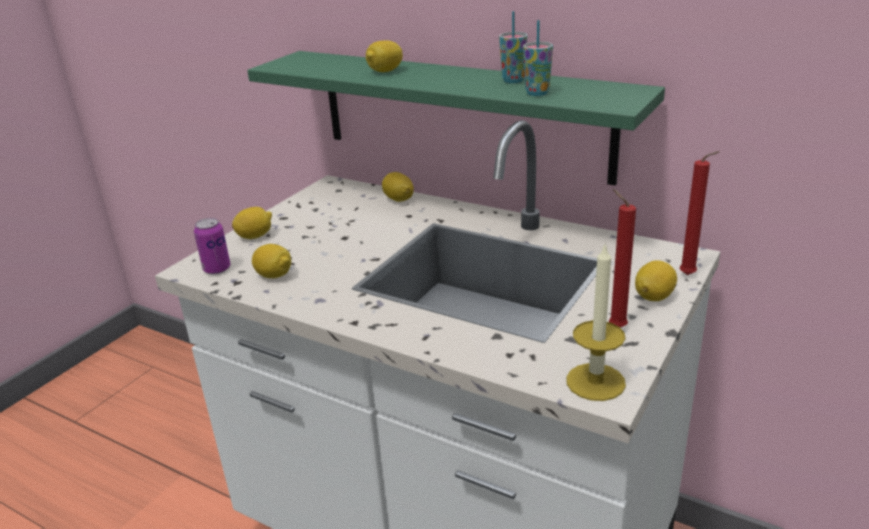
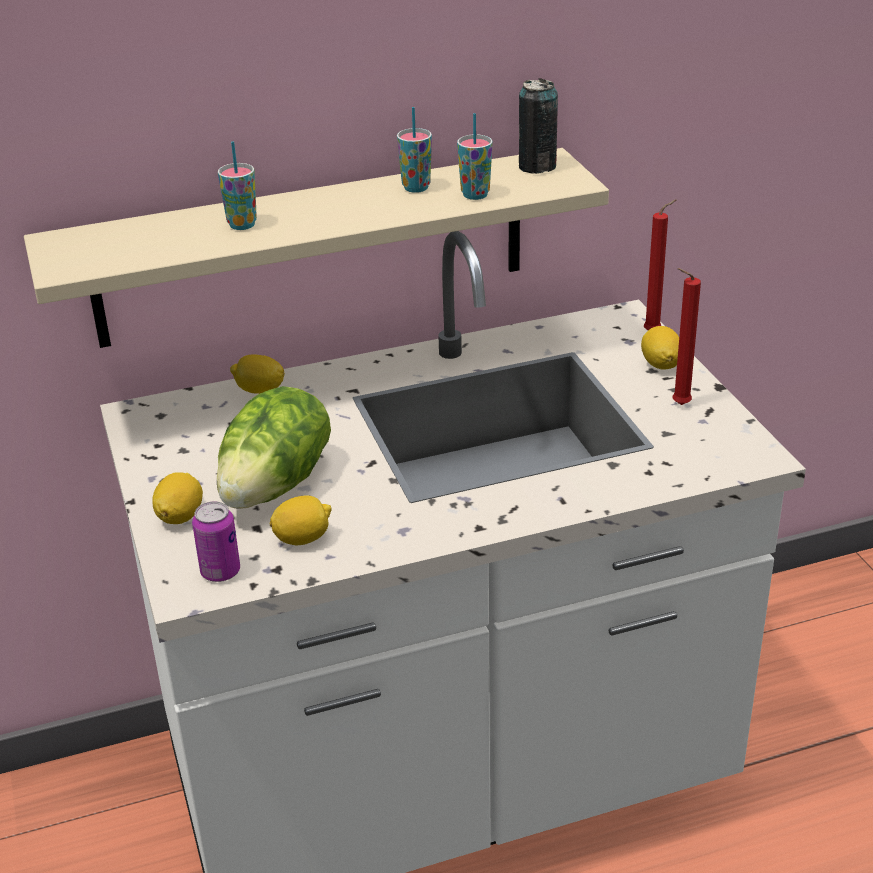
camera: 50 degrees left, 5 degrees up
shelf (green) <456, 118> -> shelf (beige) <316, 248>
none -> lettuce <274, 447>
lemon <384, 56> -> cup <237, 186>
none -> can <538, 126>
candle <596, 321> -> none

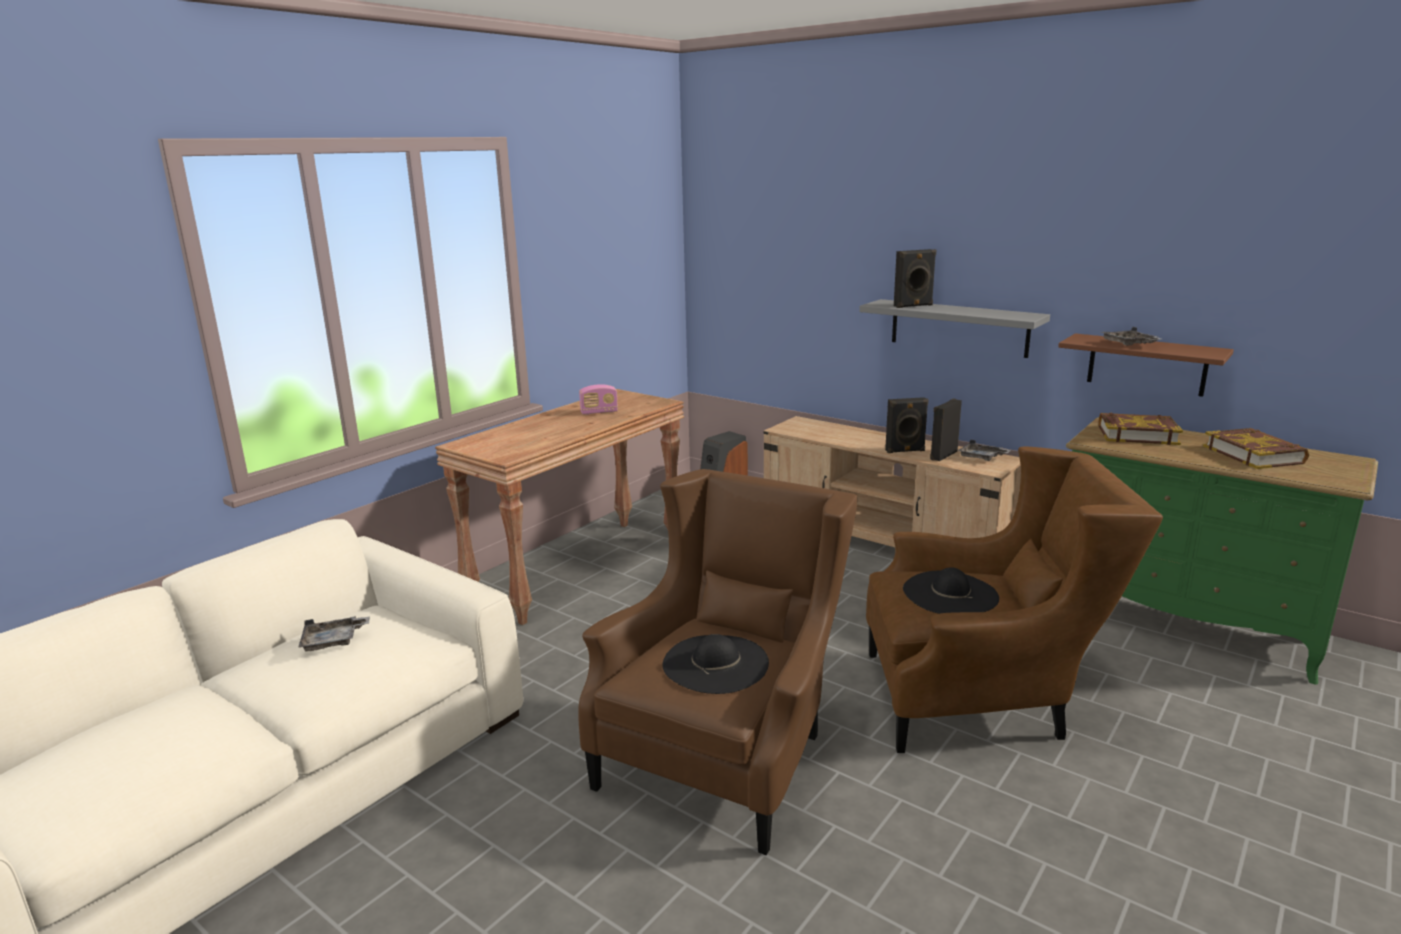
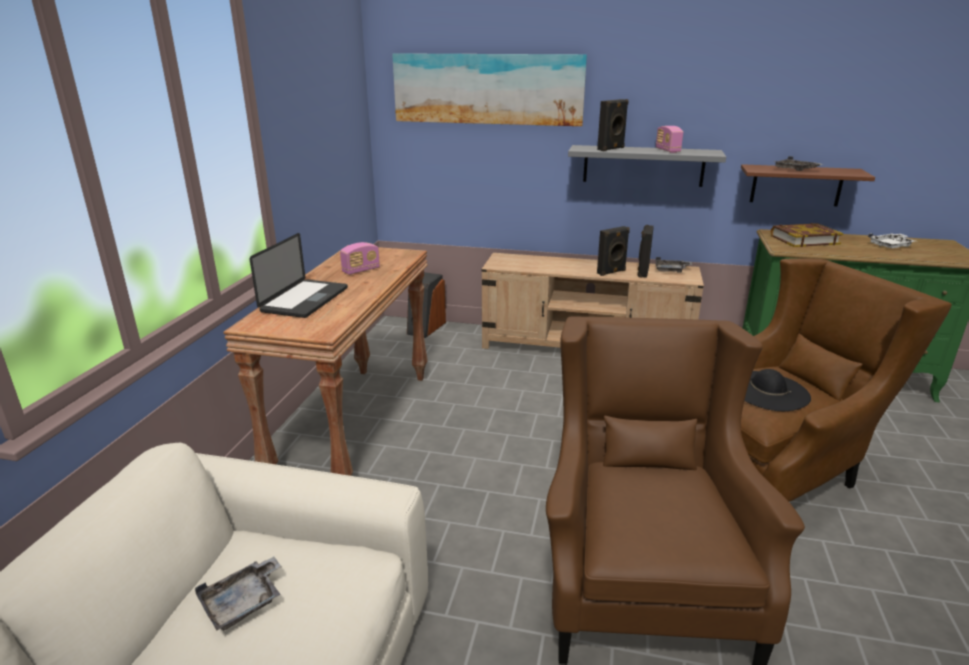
camera: 25 degrees left, 5 degrees up
none -> laptop <299, 275>
none -> picture <489, 89>
none -> radio <669, 139>
book <1256, 448> -> tray (white) <891, 240>
hat (black) <715, 664> -> none

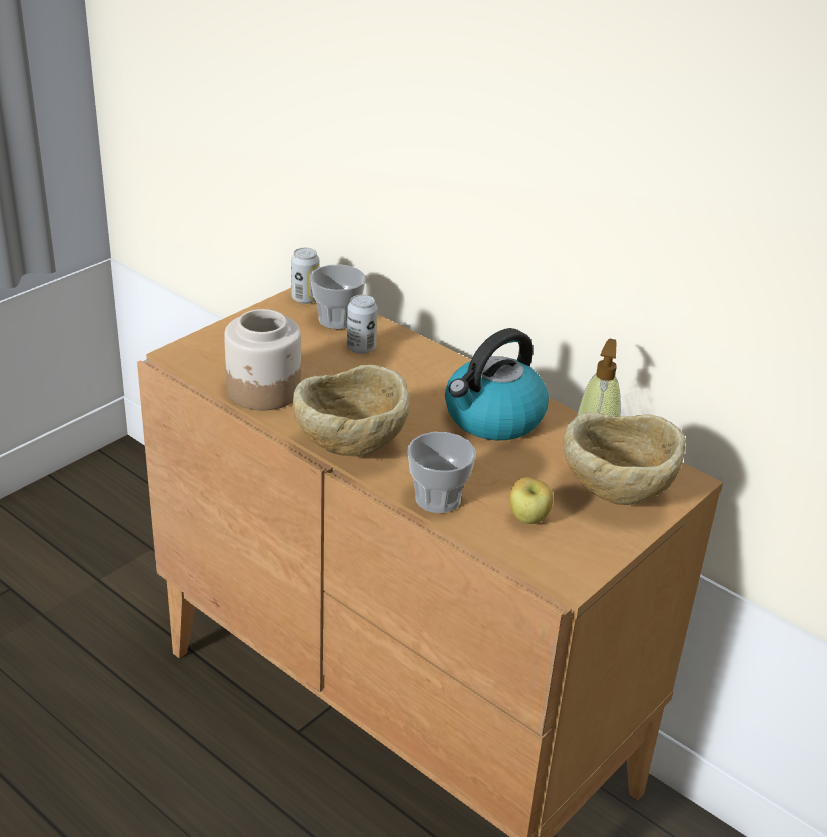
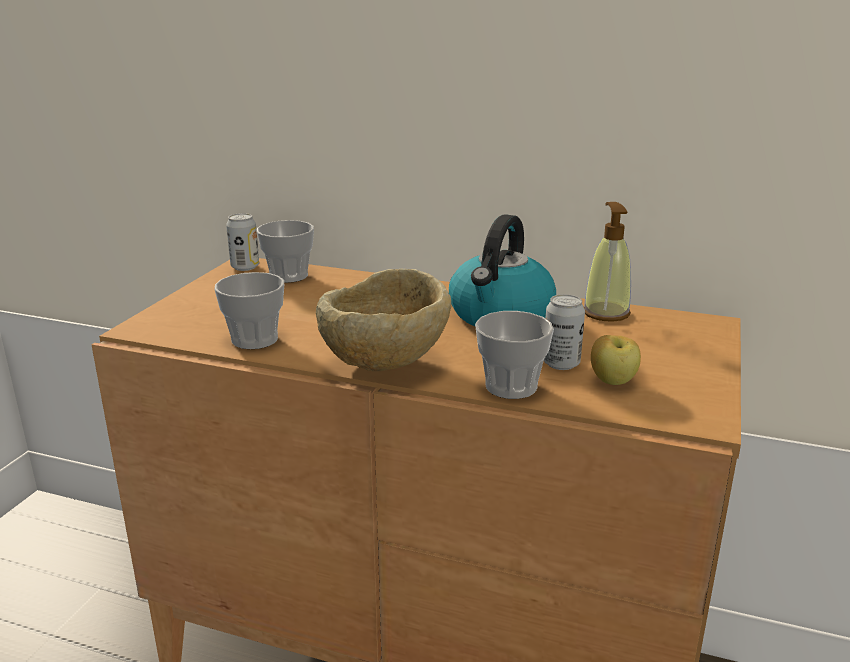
camera: 20 degrees left, 10 degrees down
jar <262, 359> -> cup <249, 310>
can <362, 324> -> can <564, 332>, move
bowl (beige) <624, 458> -> none

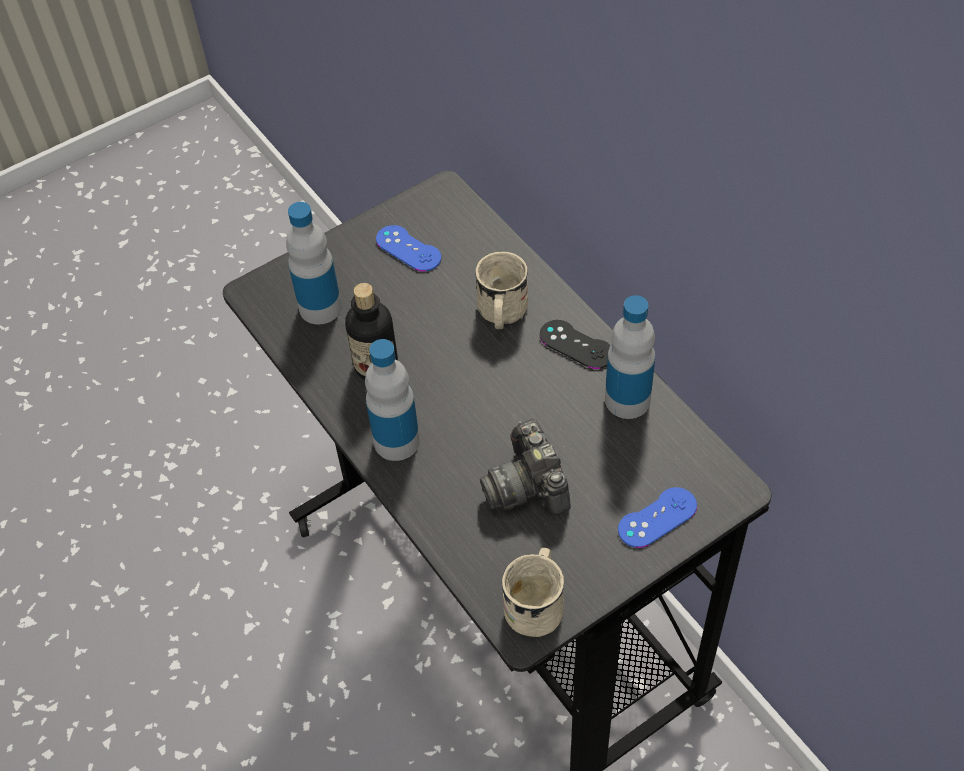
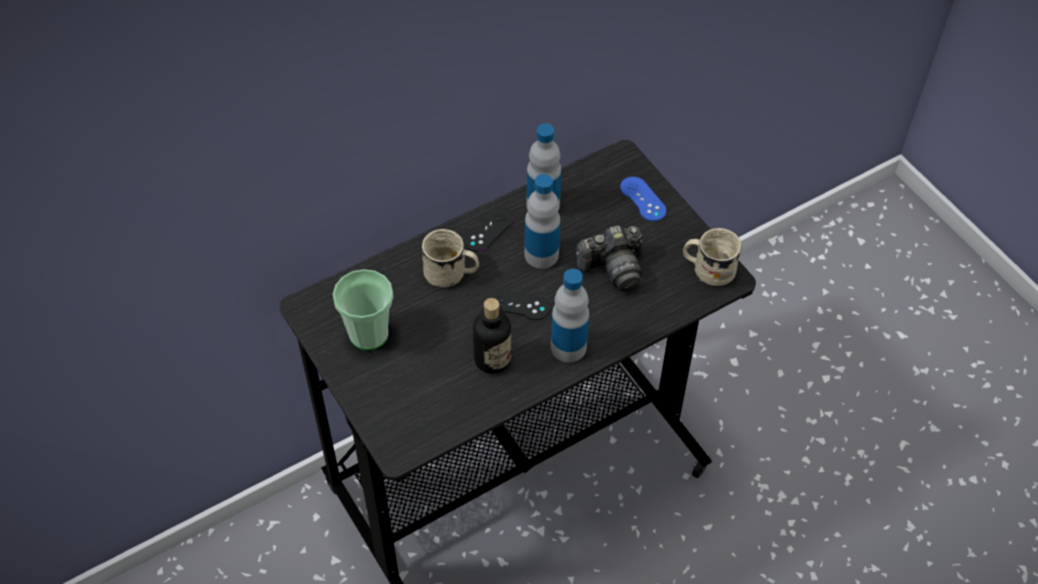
camera: 90 degrees left, 0 degrees up
game controller (blue) <408, 248> -> cup <363, 310>
none -> game controller (black) <518, 304>
bottle <314, 263> -> bottle <542, 221>, move

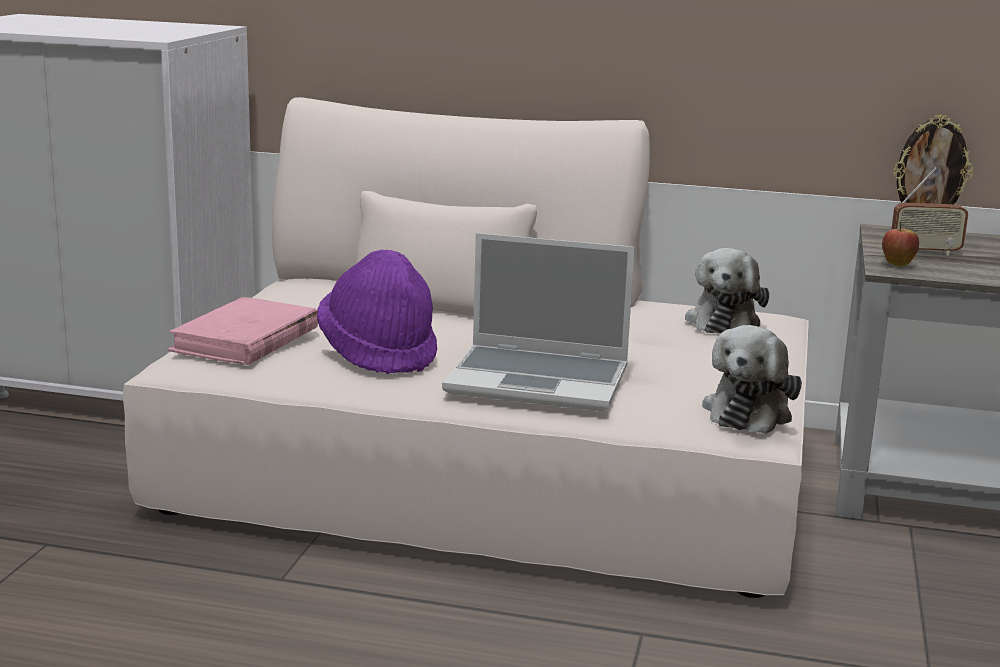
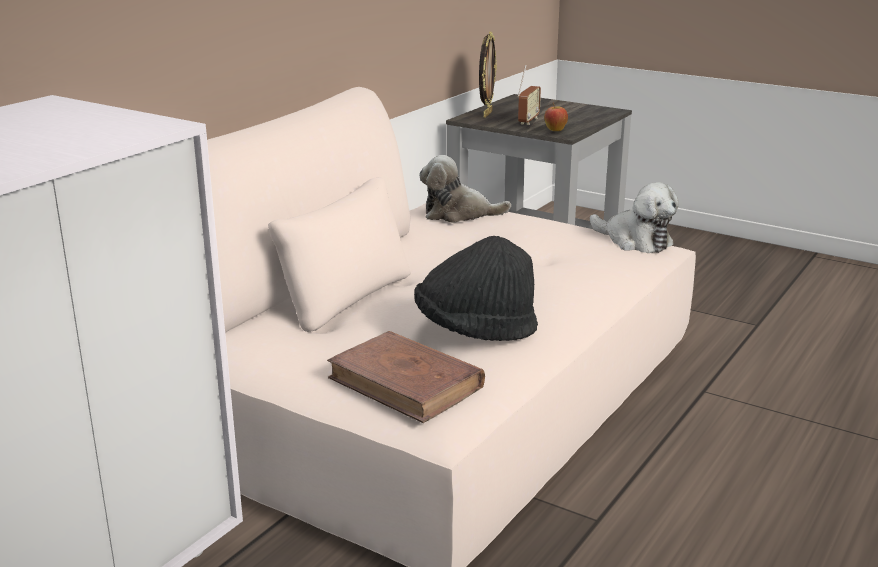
camera: 70 degrees left, 5 degrees up
book (pink) <242, 331> -> book (brown) <406, 377>
hat (purple) <377, 311> -> hat (black) <476, 288>
plush toy <727, 291> -> plush toy <465, 189>, 150 degrees clockwise
laptop <538, 322> -> none

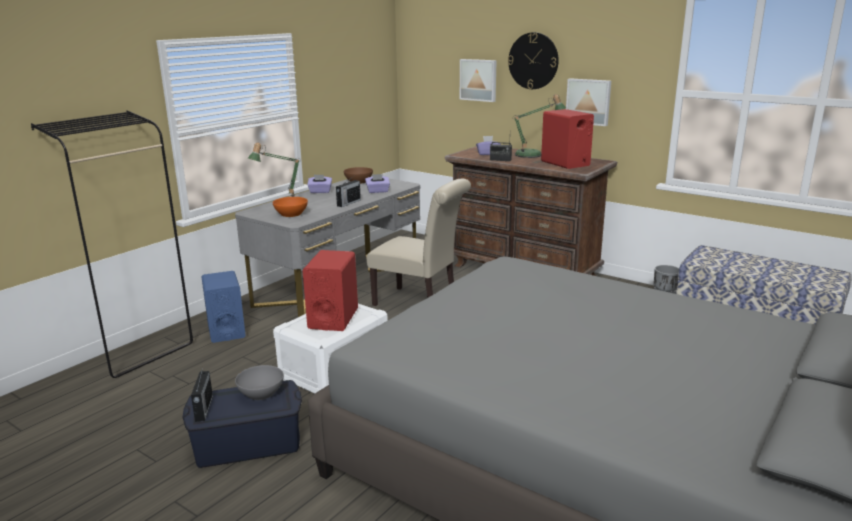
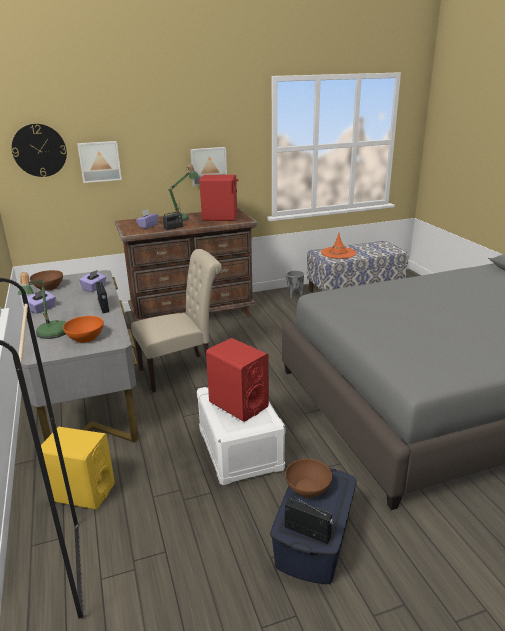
camera: 55 degrees left, 5 degrees up
wall clock <533, 60> -> wall clock <39, 150>, move
speaker (blue) <224, 307> -> speaker (yellow) <78, 468>
bowl (grey) <259, 382> -> bowl (brown) <308, 478>
none -> hat (orange) <338, 246>

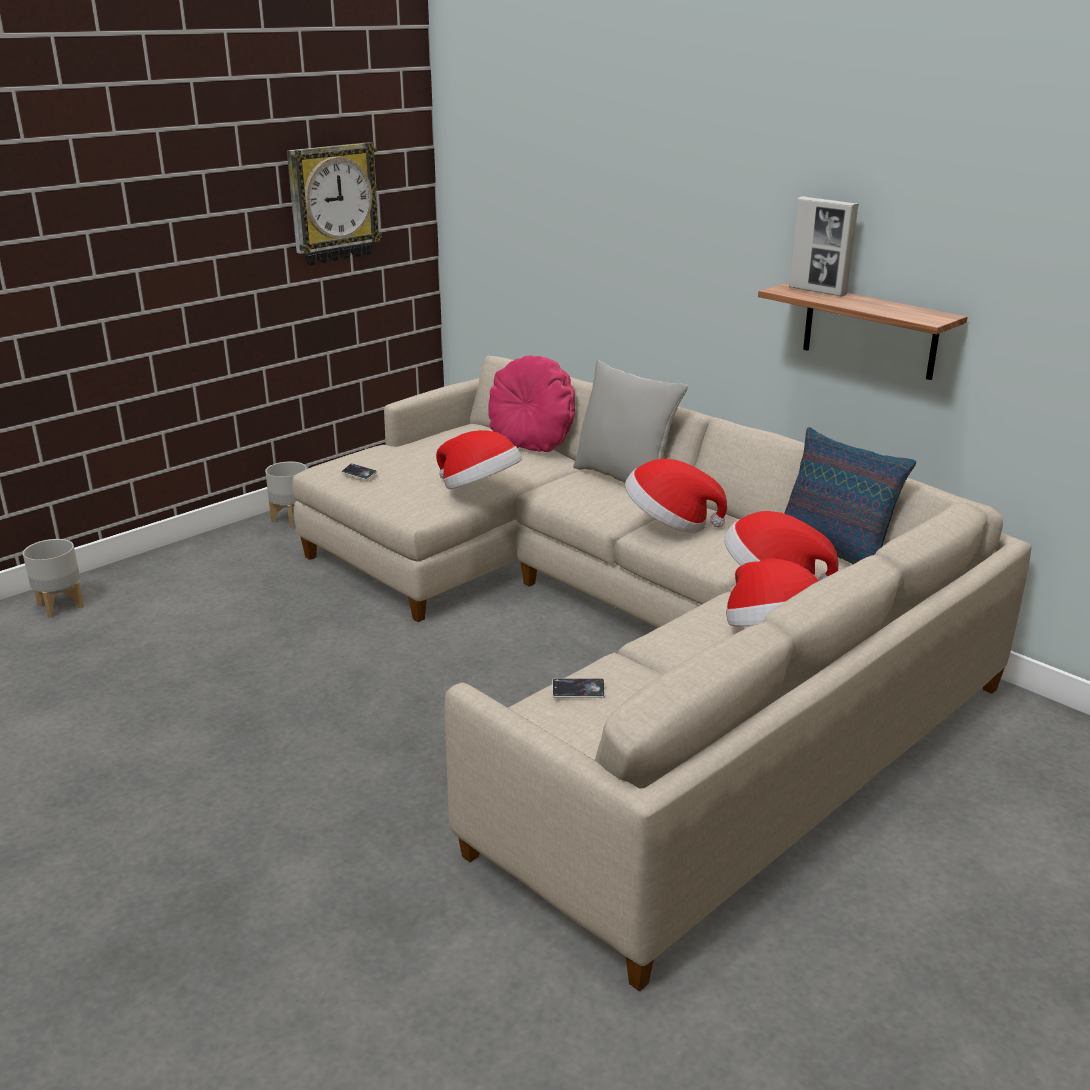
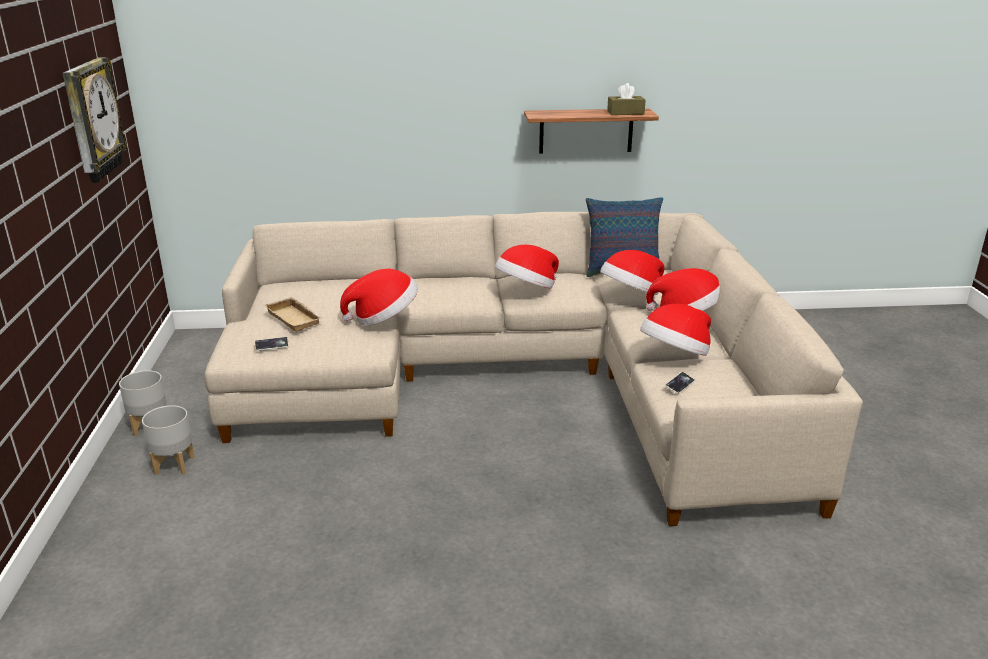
camera: 50 degrees left, 0 degrees up
planter (grey) <53, 578> -> planter (grey) <168, 440>, move
none -> tray (beige) <293, 314>
none -> tissue box (brown) <626, 99>
none -> hat <675, 330>
pillow (pink) <531, 403> -> none
pillow (grey) <630, 421> -> none
picture frame <824, 246> -> none

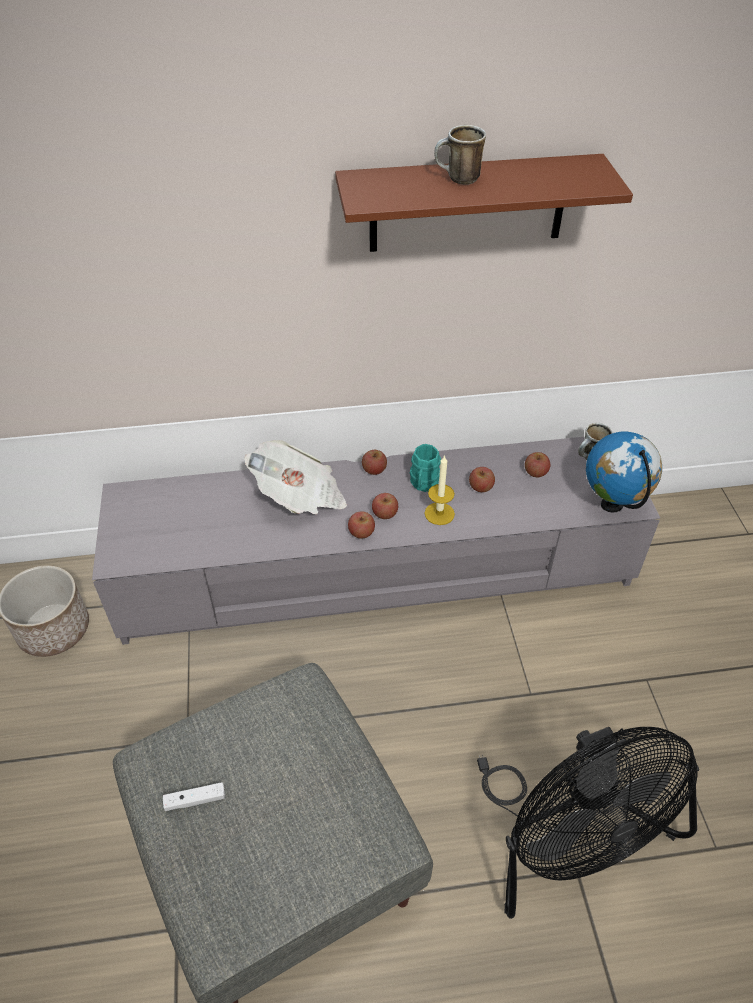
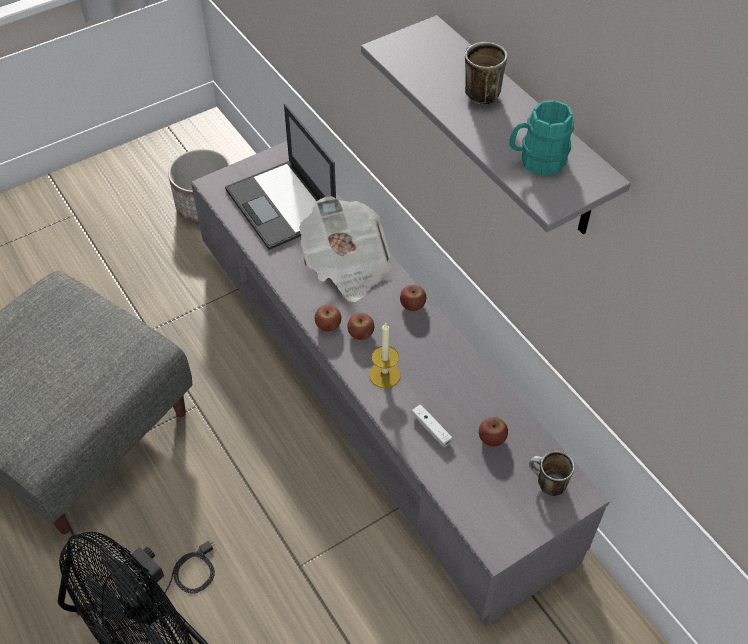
camera: 65 degrees right, 5 degrees up
none -> laptop <280, 177>
shelf (brown) <484, 203> -> shelf (grey) <496, 124>
game controller (white) <194, 796> -> game controller (white) <432, 425>, move
mug (turquoise) <425, 468> -> mug (turquoise) <541, 137>, move
apple <482, 479> -> none
globe <624, 472> -> none

